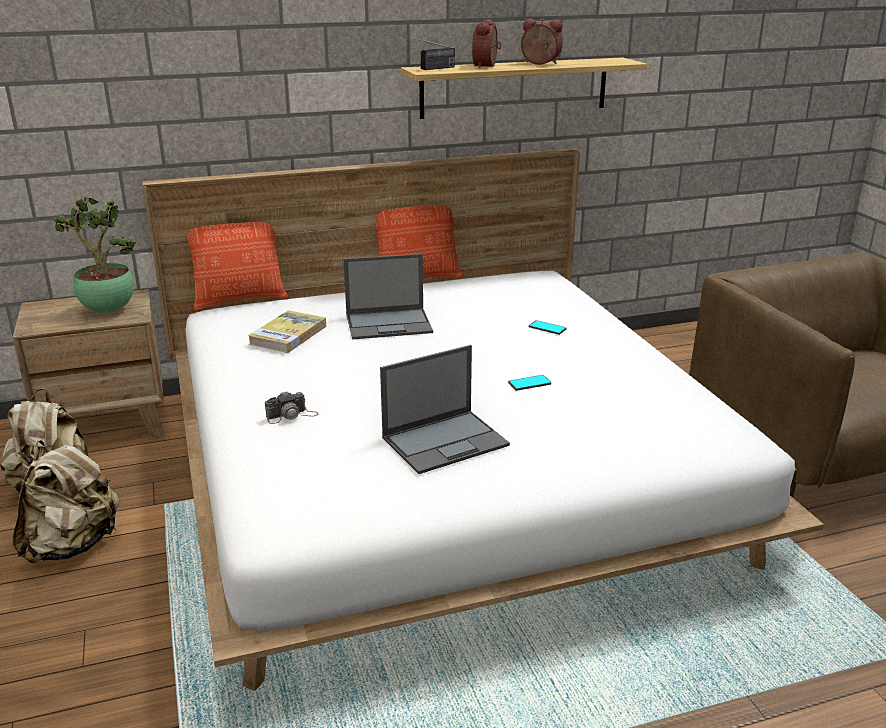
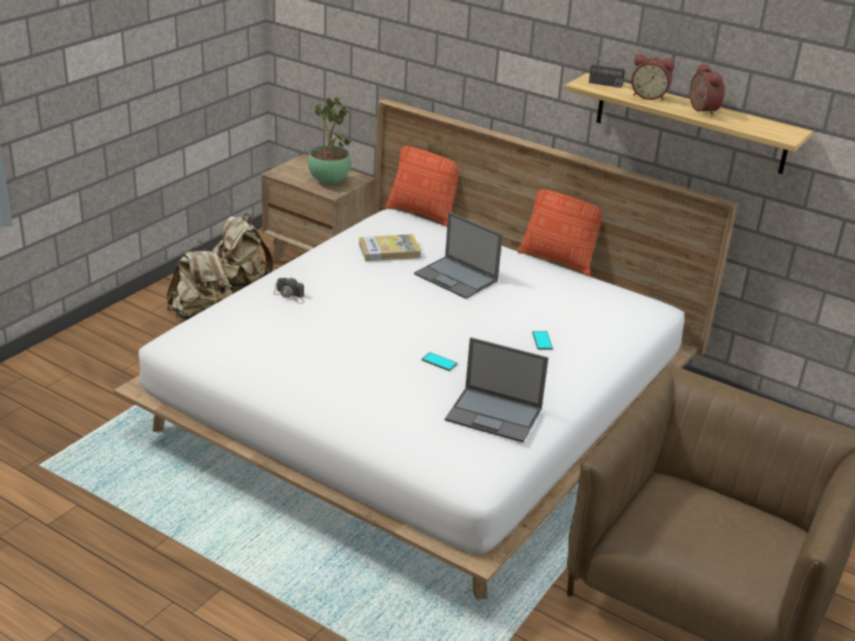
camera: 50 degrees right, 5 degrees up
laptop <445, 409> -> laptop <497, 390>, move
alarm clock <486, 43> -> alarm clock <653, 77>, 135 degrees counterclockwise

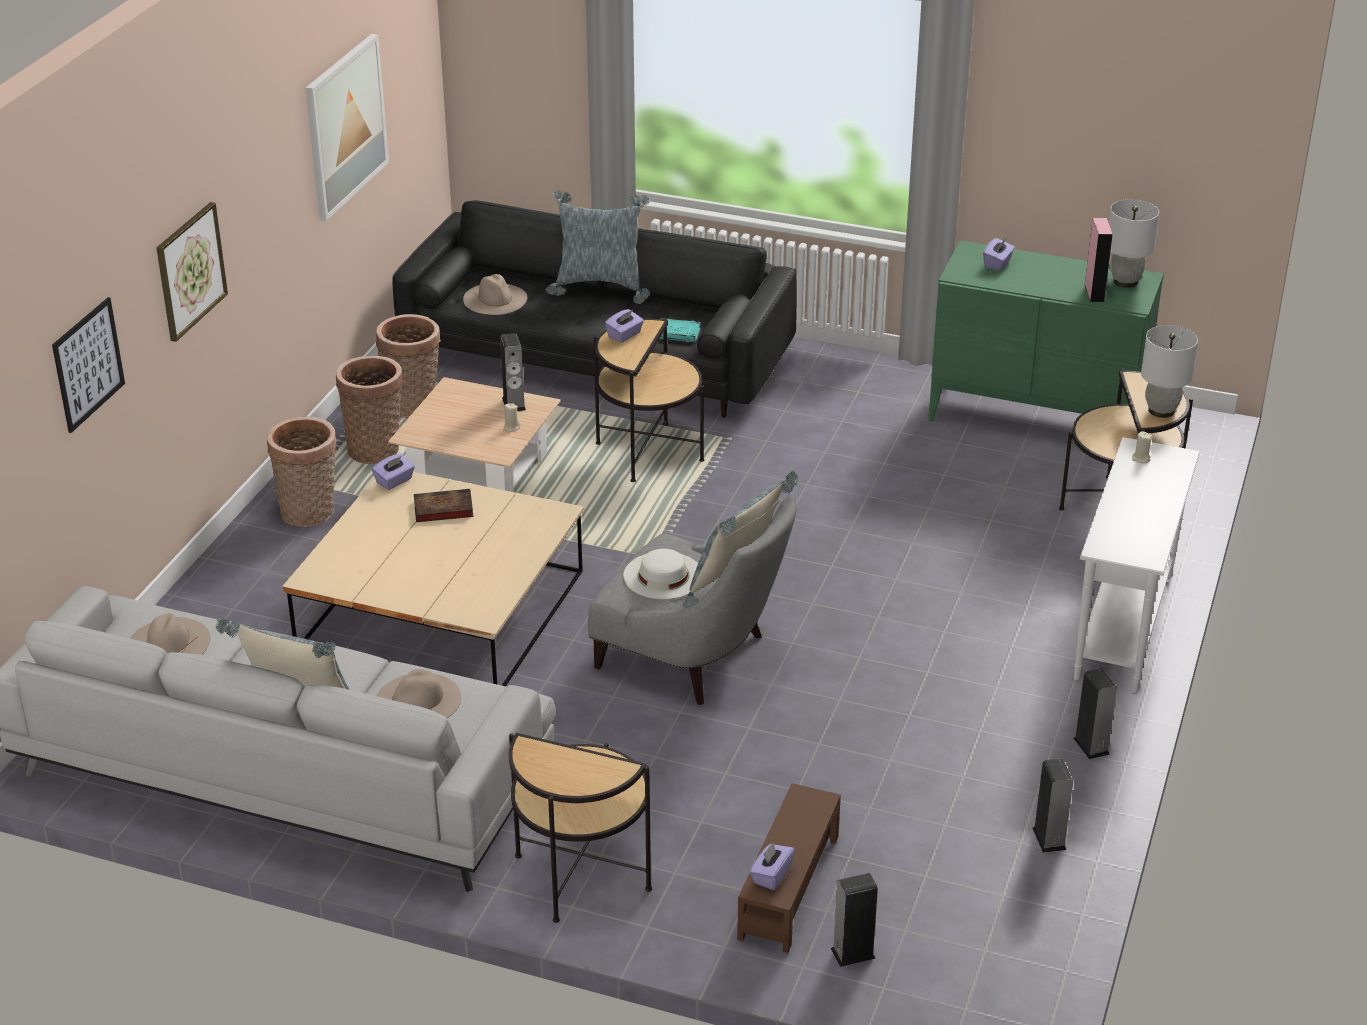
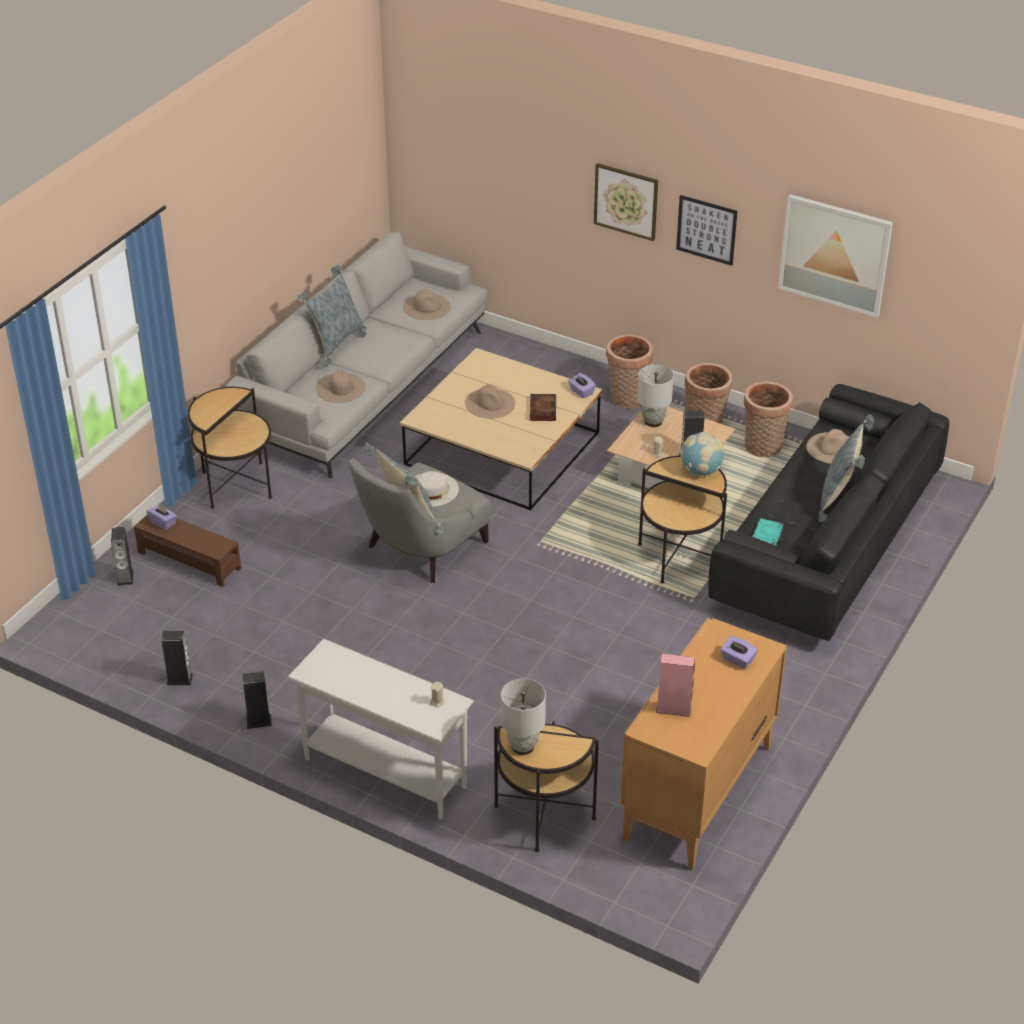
camera: 100 degrees right, 5 degrees up
none -> hat (beige) <490, 401>
cabinet (green) <1046, 331> -> cabinet (brown) <704, 744>
table lamp (white) <1134, 243> -> table lamp (white) <655, 395>, move
picture <88, 365> -> picture <706, 230>, move
tissue box (purple) <624, 326> -> globe <702, 454>

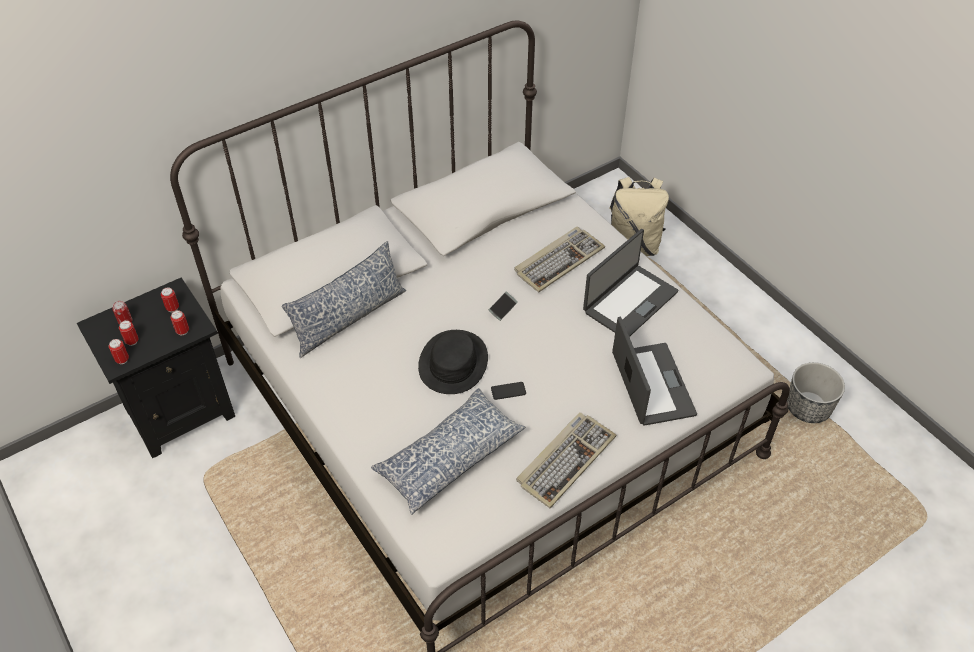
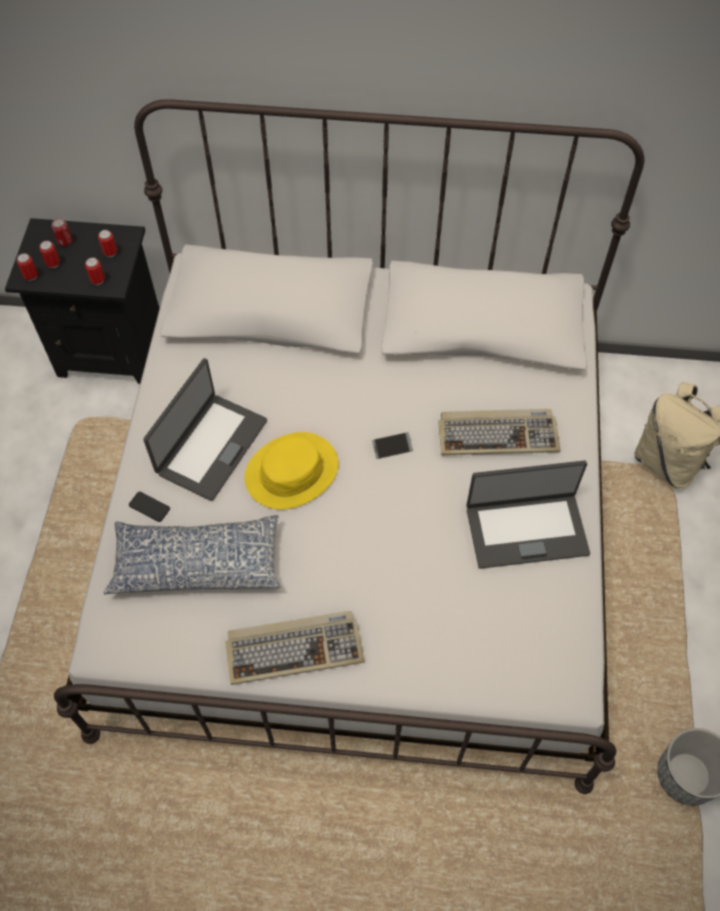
camera: 40 degrees right, 10 degrees up
phone <508, 391> -> phone <149, 507>, move
laptop <654, 371> -> laptop <205, 429>, move
hat (black) <453, 362> -> hat (yellow) <292, 471>
pillow <344, 299> -> none

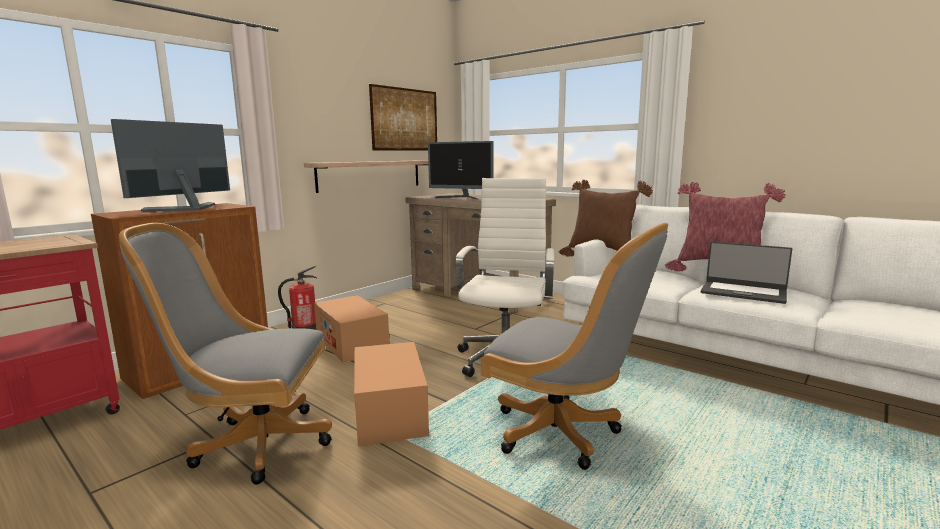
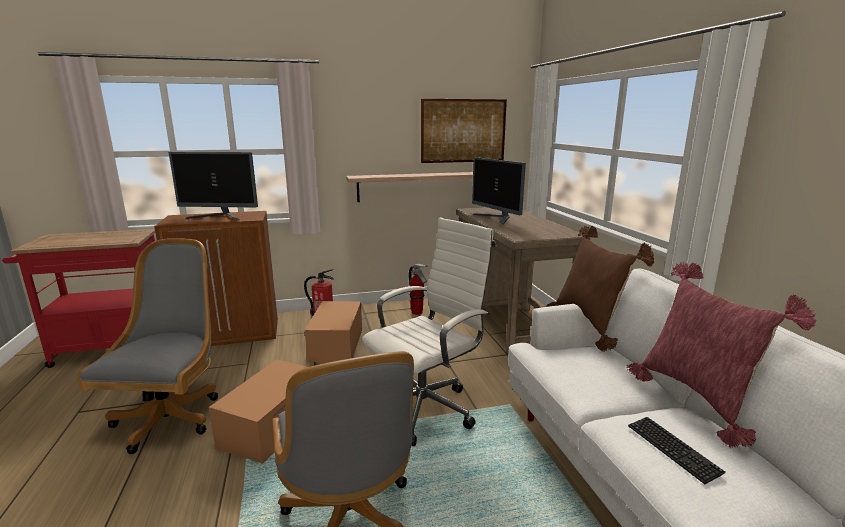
camera: 35 degrees right, 5 degrees up
office chair (grey) <225, 354> -> office chair (grey) <147, 346>, 60 degrees clockwise
monitor <170, 165> -> monitor <213, 186>, 150 degrees counterclockwise
none -> fire extinguisher <418, 289>
laptop <746, 273> -> keyboard <677, 450>

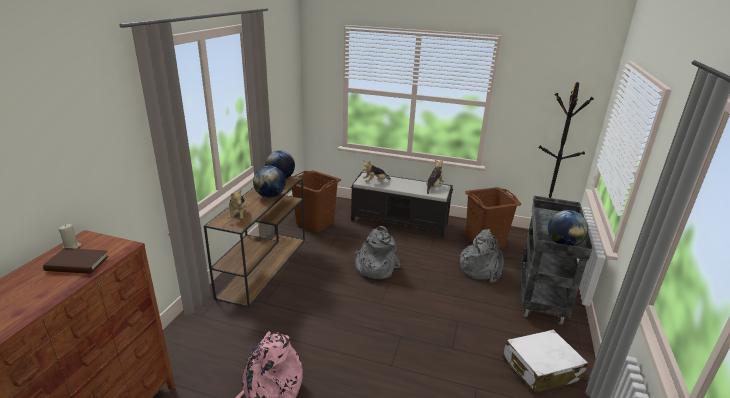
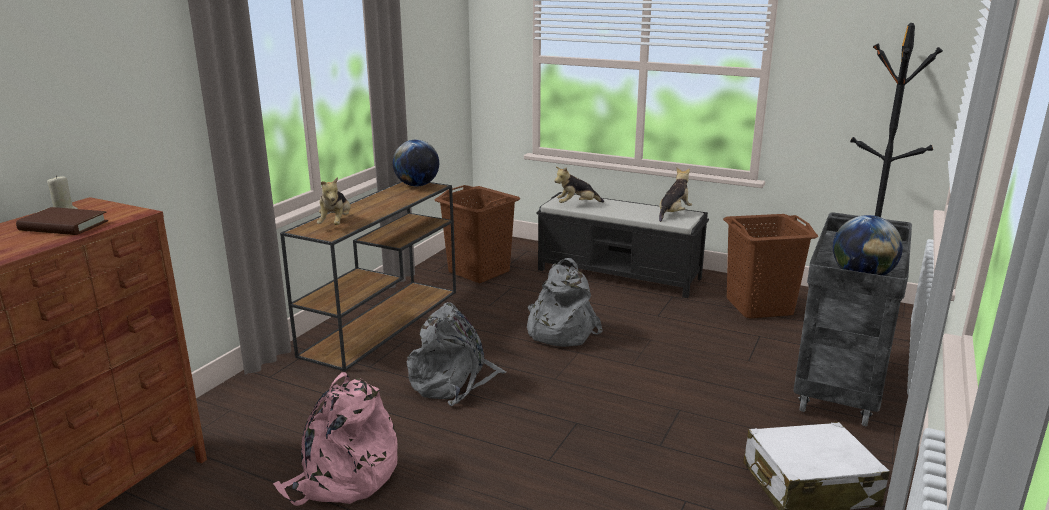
camera: 10 degrees right, 5 degrees down
backpack (grey) <481, 256> -> backpack (grey) <457, 354>, move
globe <269, 182> -> none

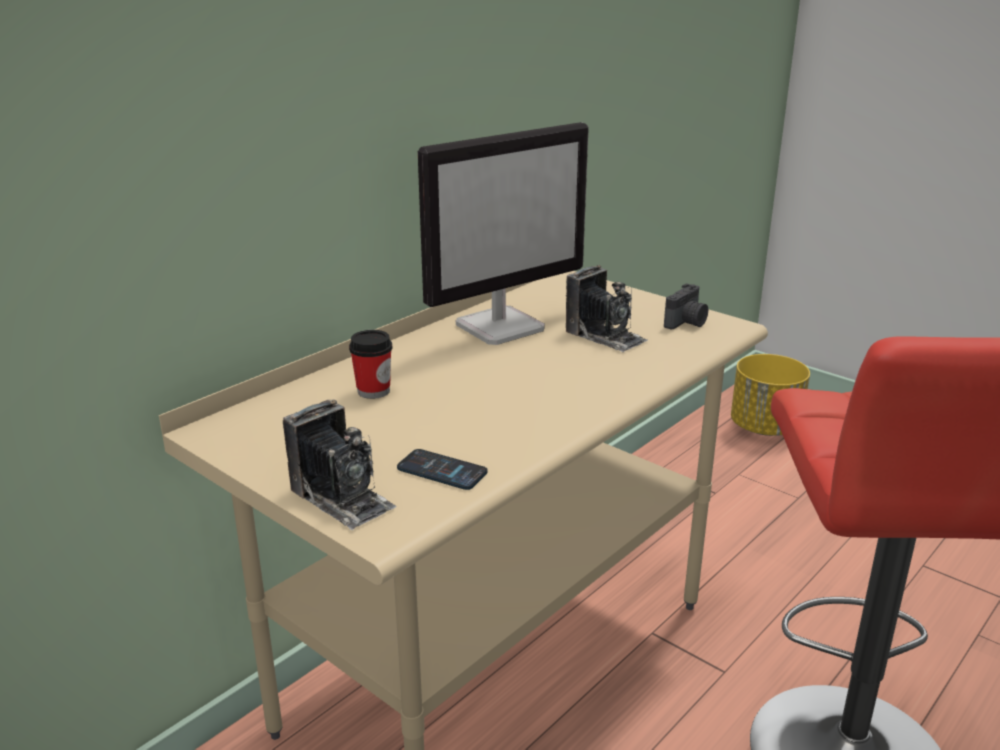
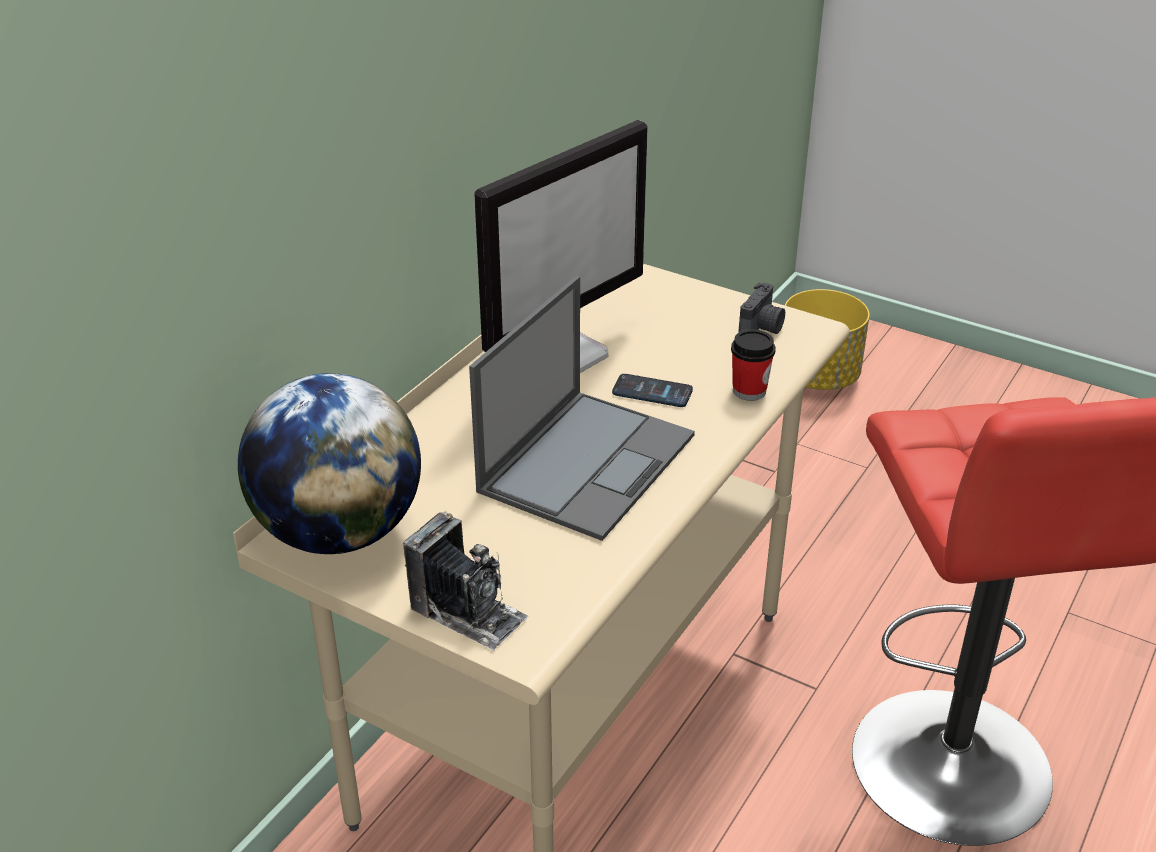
camera: 10 degrees left, 10 degrees up
none -> globe <329, 463>
none -> laptop <582, 408>
phone <442, 469> -> phone <652, 390>, move
cup <370, 364> -> cup <753, 365>, move
photo camera <606, 308> -> none

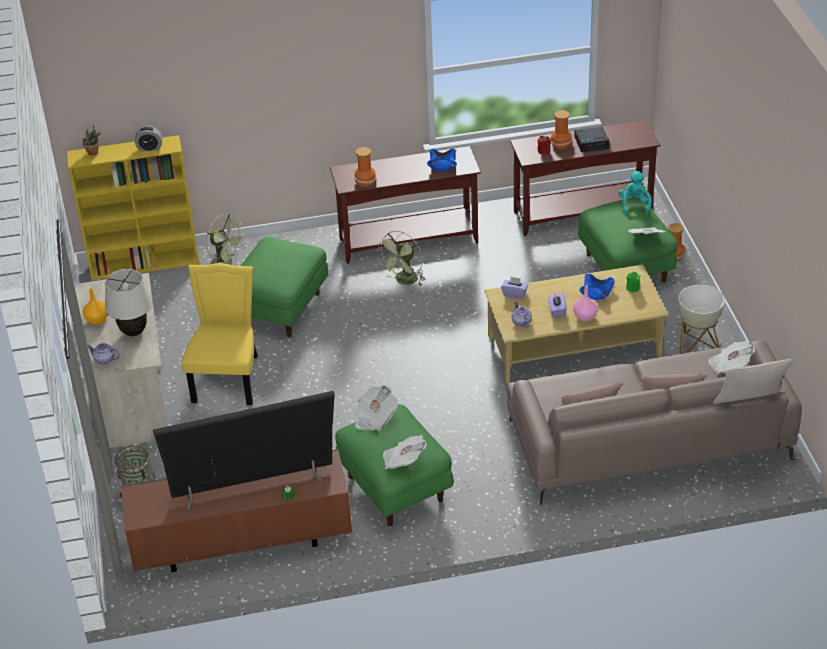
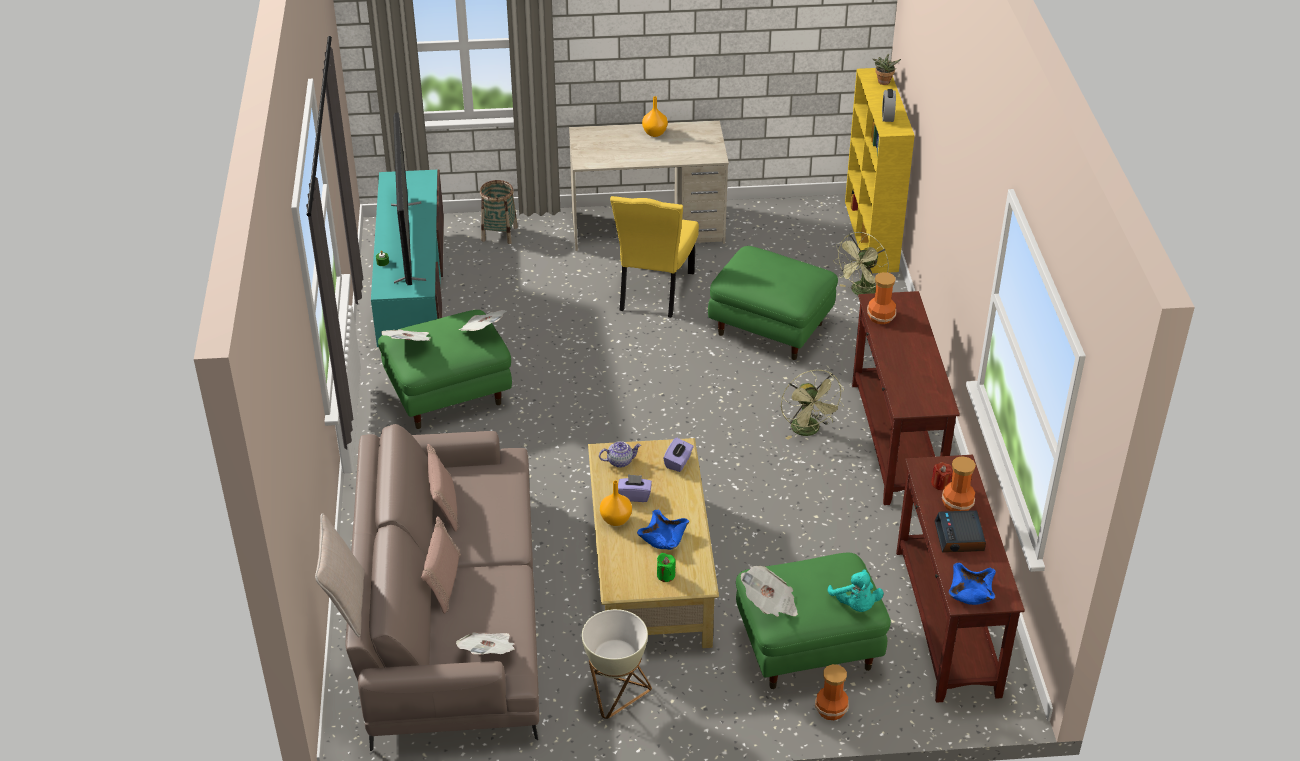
camera: 95 degrees right, 0 degrees up
tv stand (brown) <236, 510> -> tv stand (turquoise) <407, 258>
vase (pink) <585, 303> -> vase (orange) <616, 503>
chair (yellow) <220, 334> -> chair (yellow) <654, 257>, 90 degrees clockwise
fan (green) <401, 258> -> fan (green) <812, 405>, 150 degrees counterclockwise
plush toy (turquoise) <635, 193> -> plush toy (turquoise) <856, 591>, 60 degrees clockwise
bowl (blue) <442, 160> -> bowl (blue) <972, 584>, move
teapot <103, 354> -> none
table lamp (beige) <128, 302> -> none

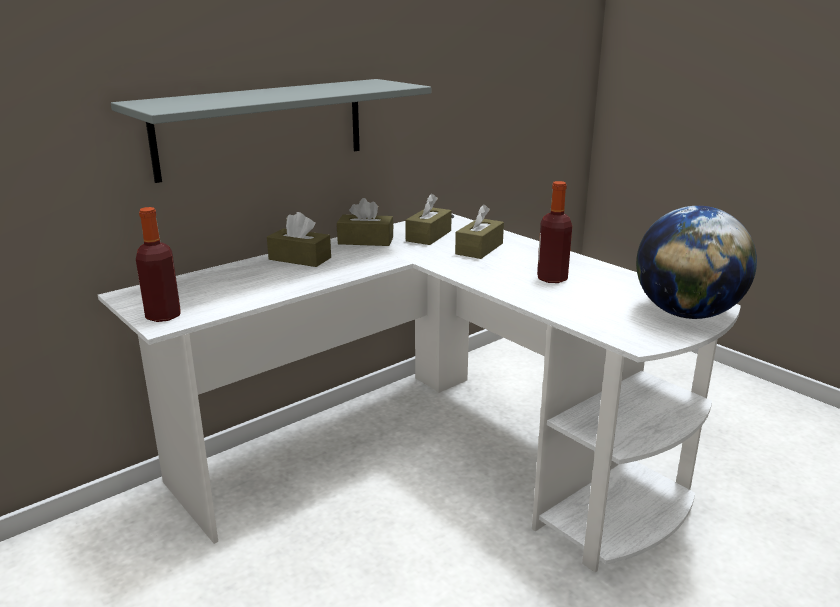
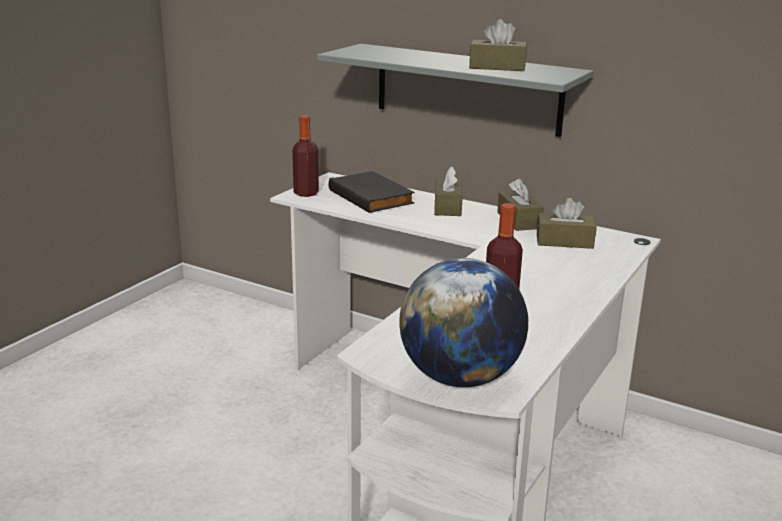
camera: 70 degrees right, 0 degrees up
none -> book (black) <372, 192>
tissue box (brown) <479, 232> -> tissue box (brown) <498, 45>, move

